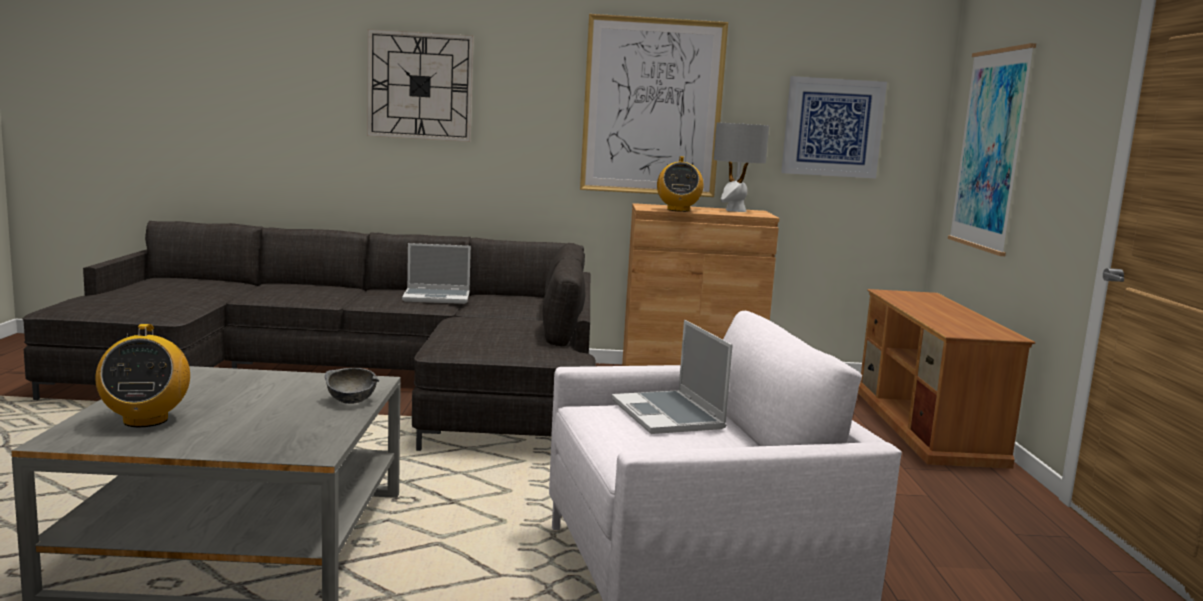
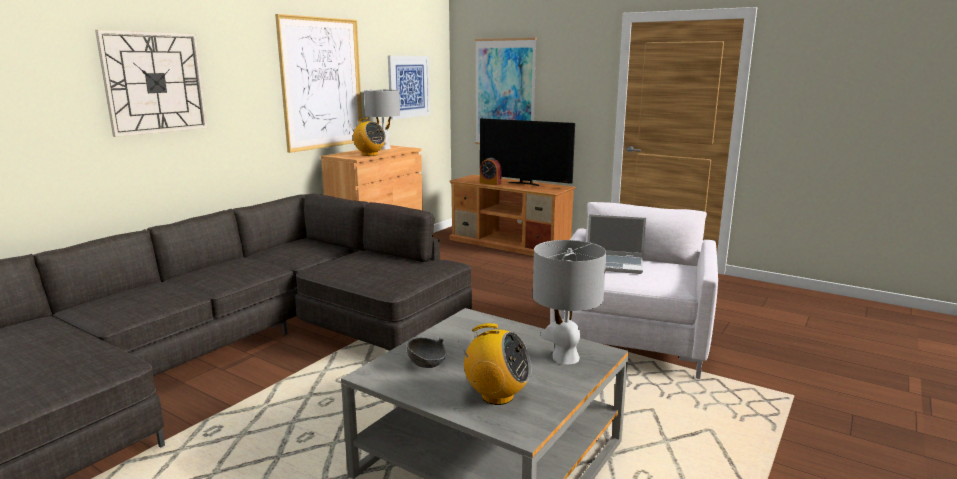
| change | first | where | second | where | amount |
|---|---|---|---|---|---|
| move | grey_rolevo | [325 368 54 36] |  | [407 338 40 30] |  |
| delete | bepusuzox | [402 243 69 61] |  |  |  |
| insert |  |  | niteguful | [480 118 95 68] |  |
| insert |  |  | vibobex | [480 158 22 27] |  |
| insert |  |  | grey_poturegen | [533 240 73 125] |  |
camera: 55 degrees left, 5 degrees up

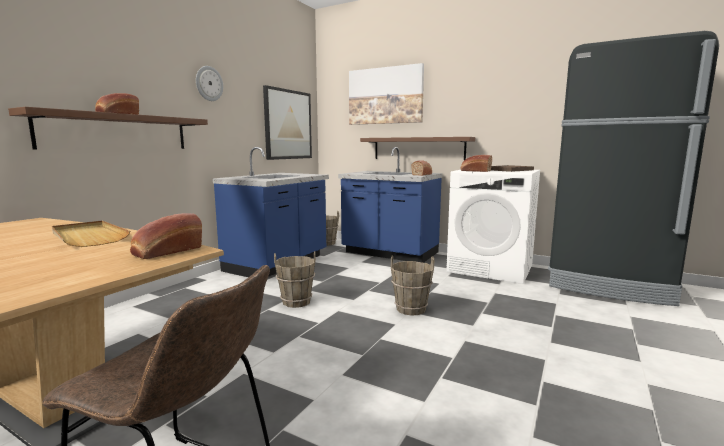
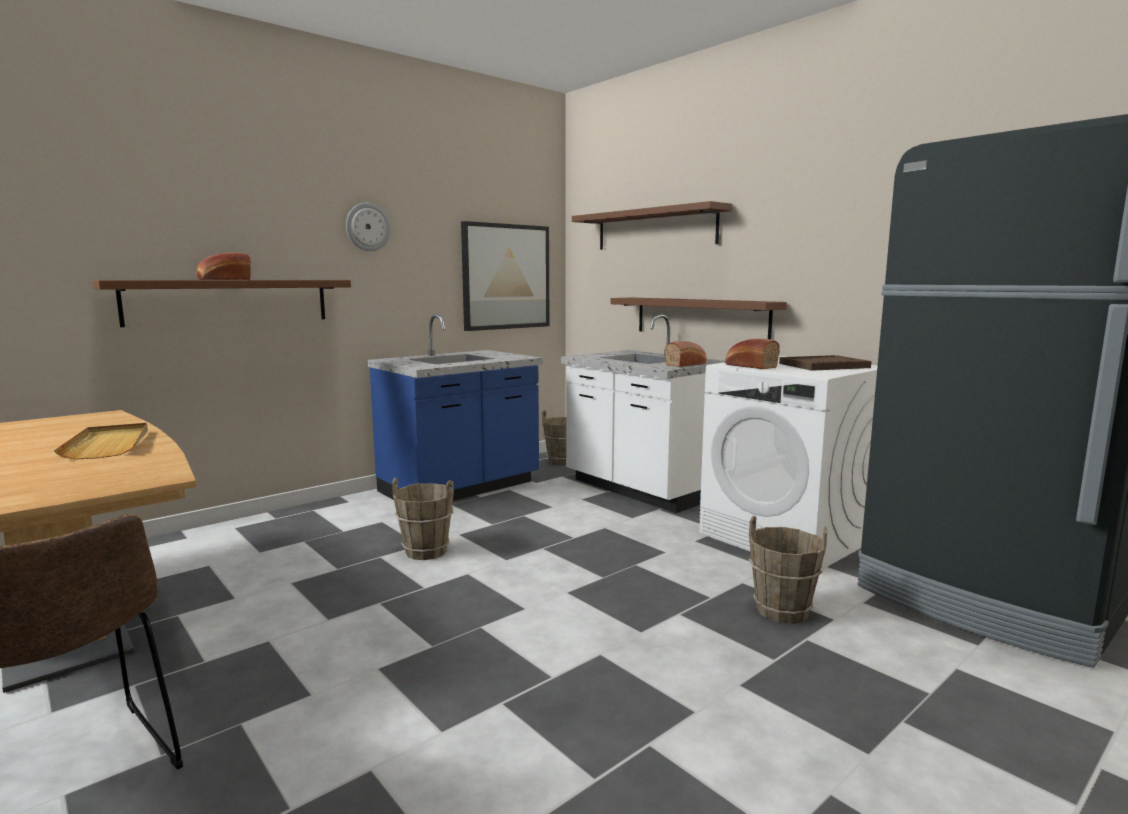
| change | first | where | second | where | amount |
|---|---|---|---|---|---|
| delete | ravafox | [130 213 72 46] |  |  |  |
| recolor | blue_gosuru | [338 147 105 116] | white_gosuru | [561 314 164 199] |  |
| replace | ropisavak | [349 63 75 62] | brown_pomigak | [572 201 160 49] |  |
| move | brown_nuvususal | [391 255 43 61] |  | [749 516 78 108] |  |
camera: 20 degrees right, 0 degrees up

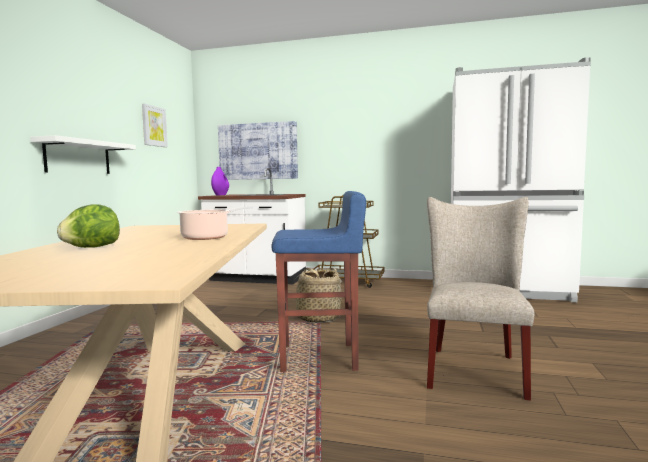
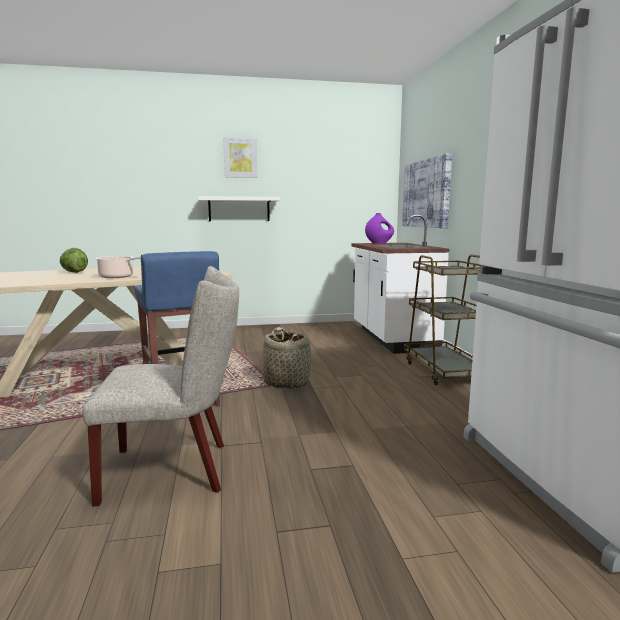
| change | first | where | second | where | amount |
|---|---|---|---|---|---|
| move | ropisavak | [142 104 26 43] |  | [223 137 34 41] |  |
camera: 65 degrees right, 5 degrees up

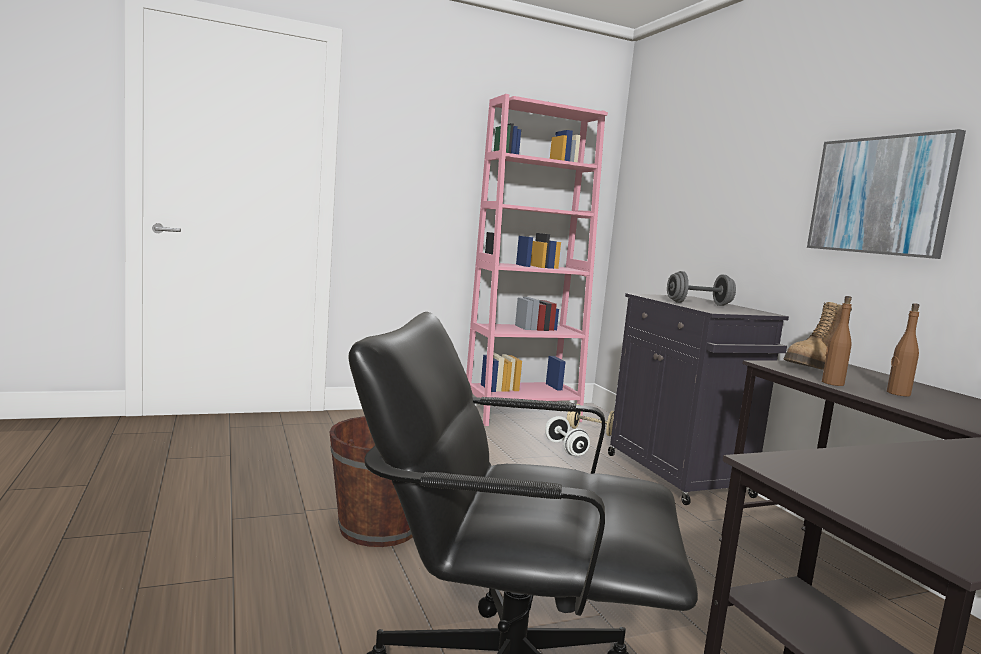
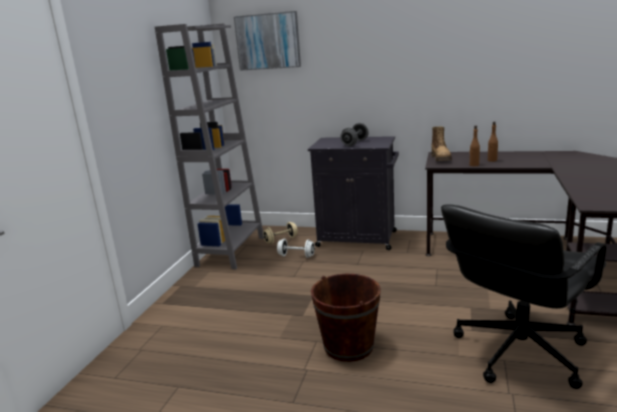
| change | first | where | second | where | amount |
|---|---|---|---|---|---|
| recolor | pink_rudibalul | [466 94 142 332] | grey_rudibalul | [155 23 109 246] |  |
| move | ropisavak | [807 129 159 130] |  | [234 11 67 60] |  |
camera: 50 degrees left, 10 degrees up

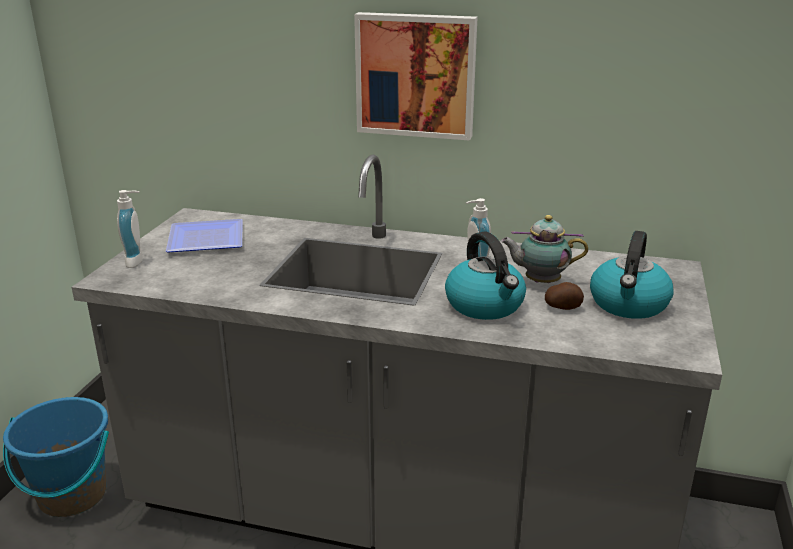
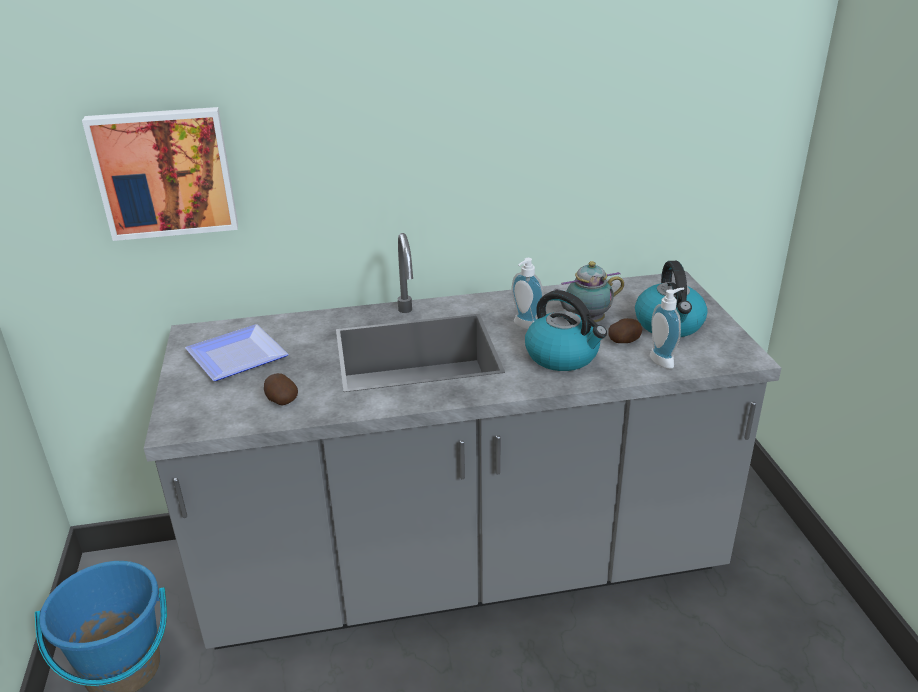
| change | first | where | second | where | amount |
|---|---|---|---|---|---|
| move | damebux | [117 190 26 78] |  | [650 288 34 81] |  |
| move | ropisavak | [354 12 124 129] |  | [82 107 156 134] |  |
| insert |  |  | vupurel | [264 373 34 32] |  |
camera: 25 degrees left, 5 degrees up

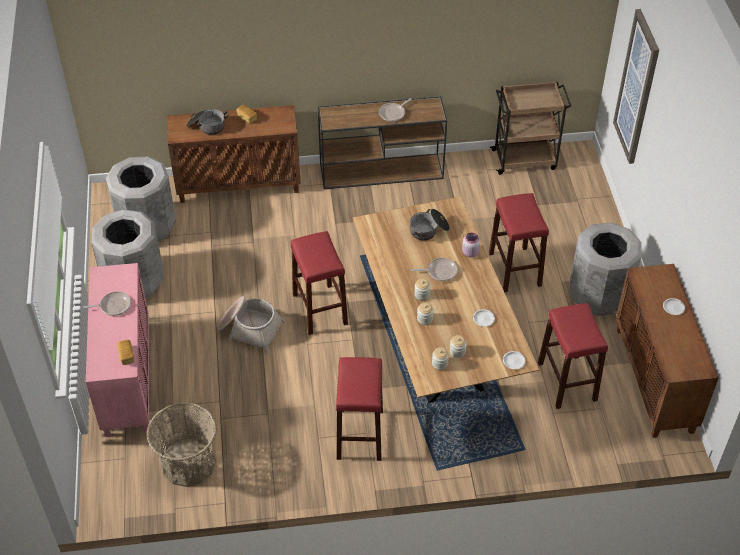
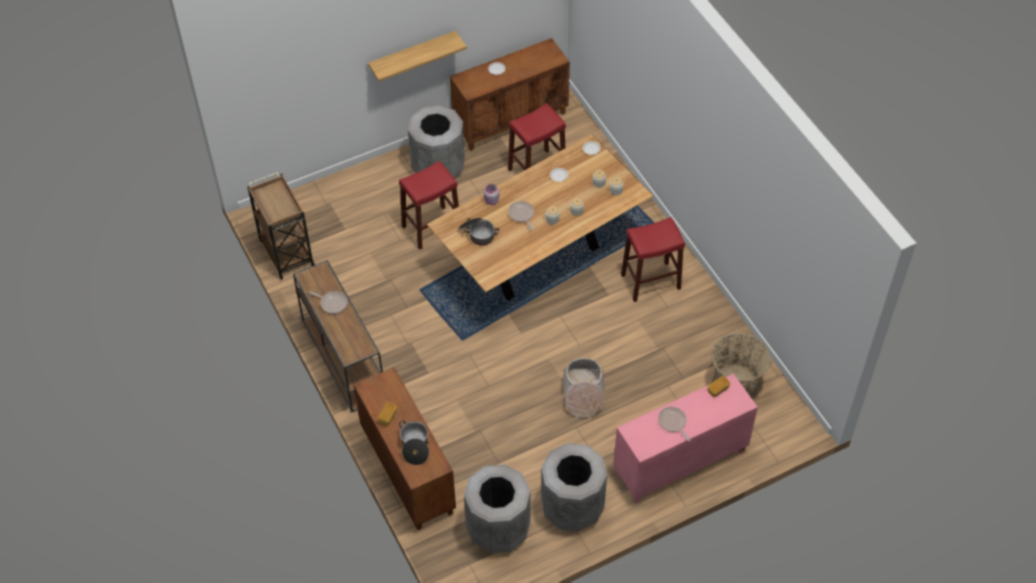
| change | first | where | second | where | amount |
|---|---|---|---|---|---|
| delete | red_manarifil | [291 231 57 104] |  |  |  |
| delete | ropisavak | [613 9 46 155] |  |  |  |
| insert |  |  | pomigak | [368 31 99 50] |  |
camera: 110 degrees left, 5 degrees up

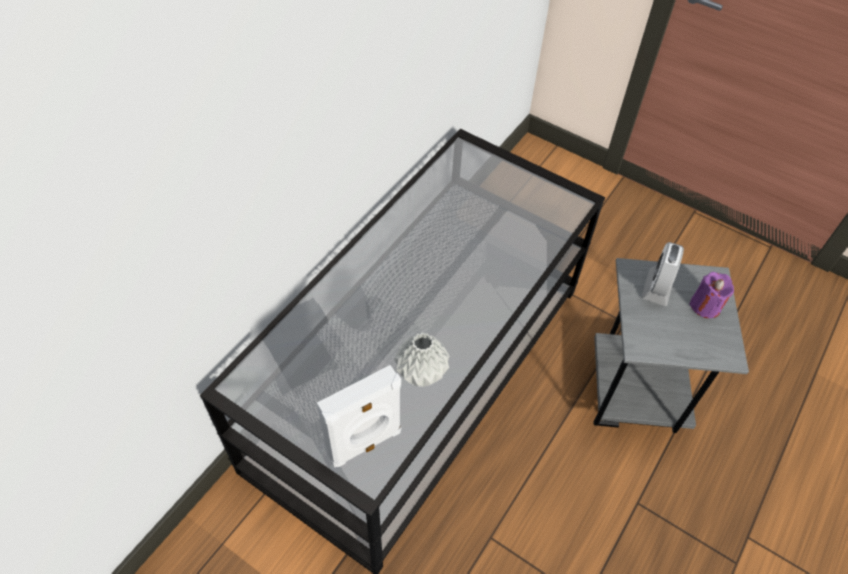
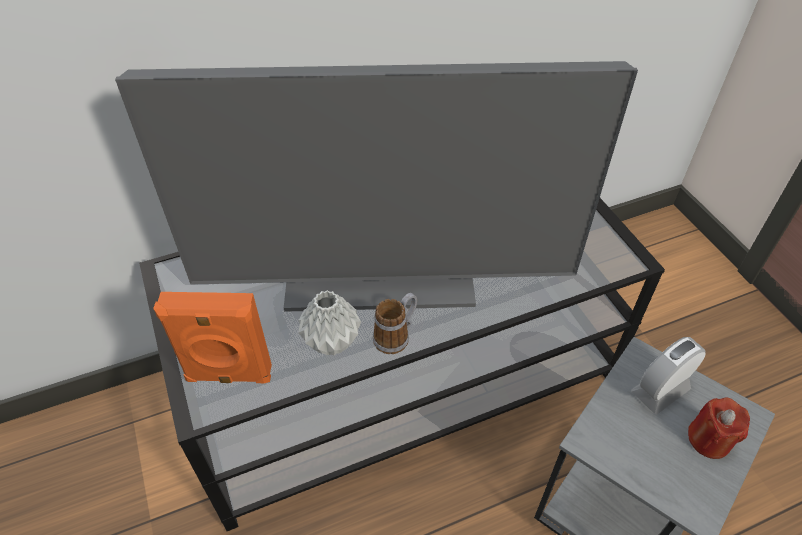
| change | first | where | second | where | amount |
|---|---|---|---|---|---|
| recolor | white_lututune | [317 365 84 102] | orange_lututune | [153 292 119 91] |  |
| recolor | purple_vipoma | [689 272 45 46] | red_vipoma | [688 397 62 62] |  |
| insert |  |  | niteguful | [115 61 523 251] |  |
| insert |  |  | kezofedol | [373 293 44 61] |  |
camera: 35 degrees right, 5 degrees down

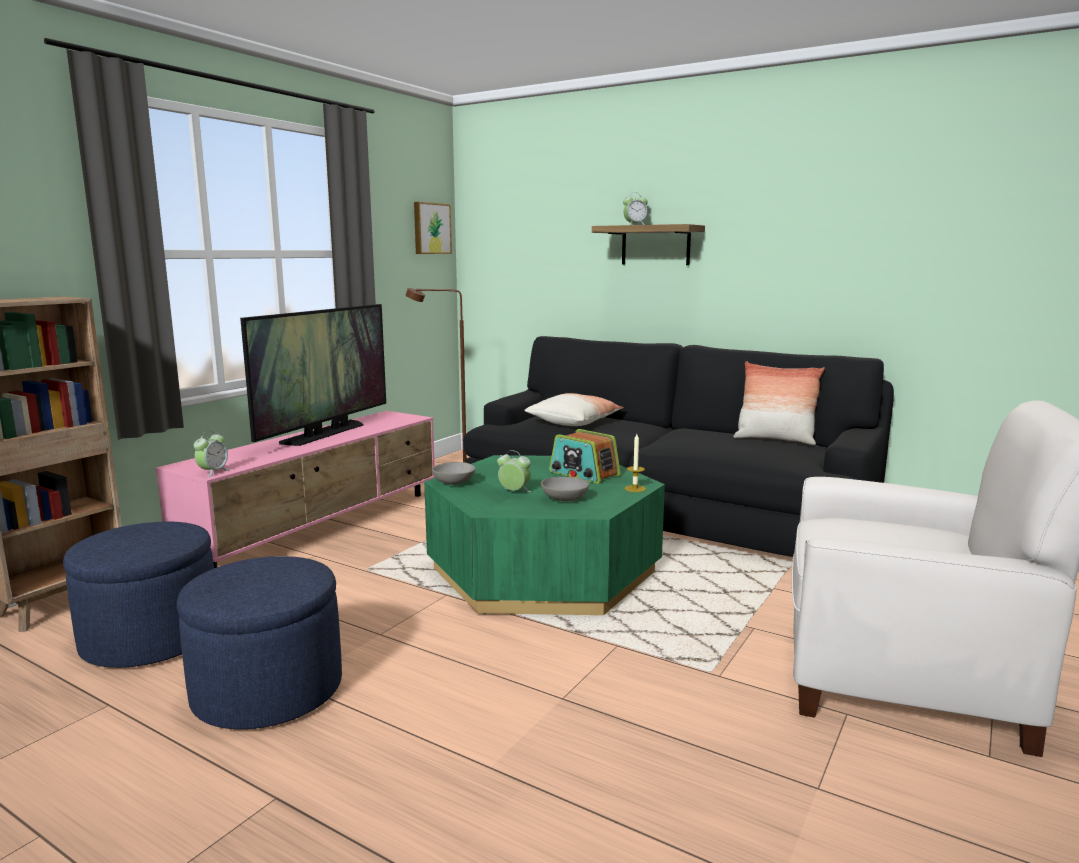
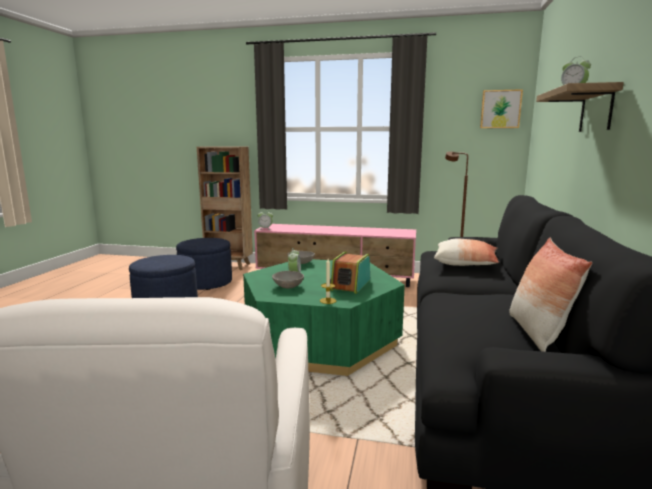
| change | first | where | second | where | amount |
|---|---|---|---|---|---|
| delete | niteguful | [240 304 146 142] |  |  |  |
camera: 70 degrees right, 0 degrees up

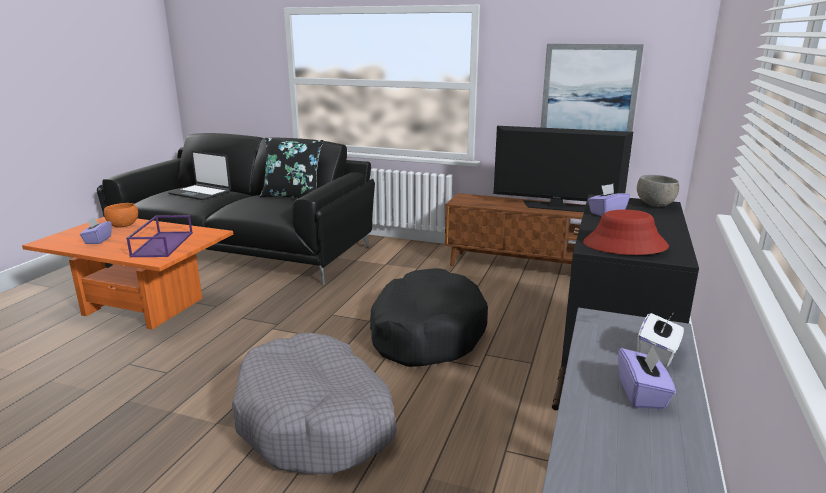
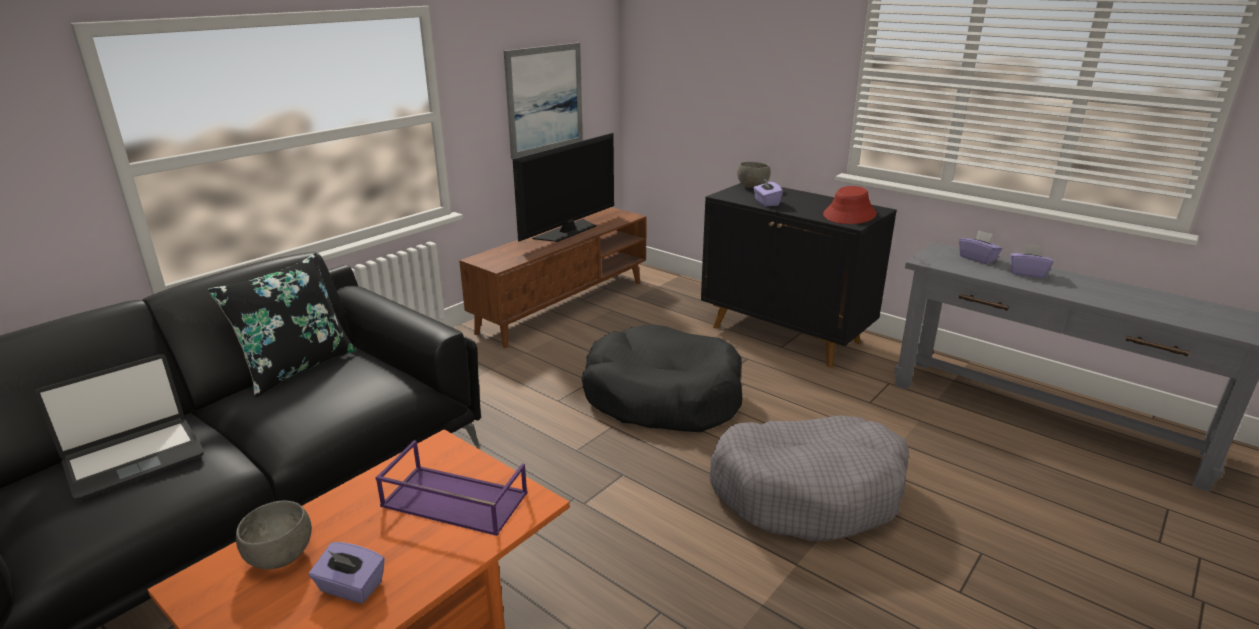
| change | first | where | second | where | amount |
|---|---|---|---|---|---|
| recolor | orange_rolevo | [104 203 34 25] | grey_rolevo | [236 501 76 68] |  |
| recolor | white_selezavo | [637 313 47 54] | purple_selezavo | [959 230 44 34] |  |
camera: 70 degrees left, 5 degrees up

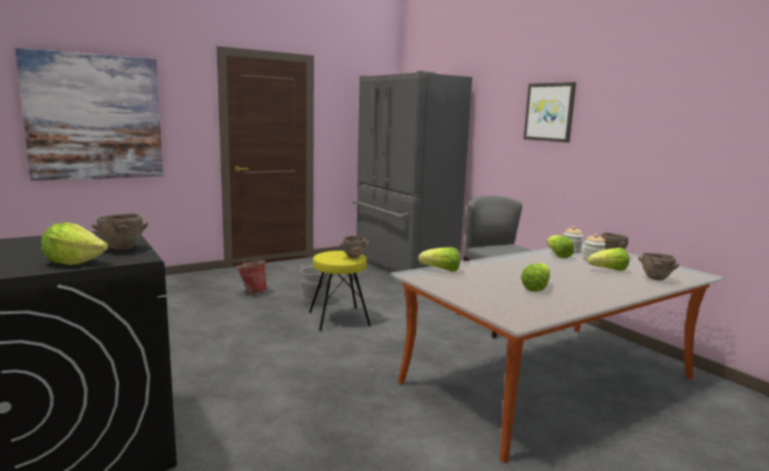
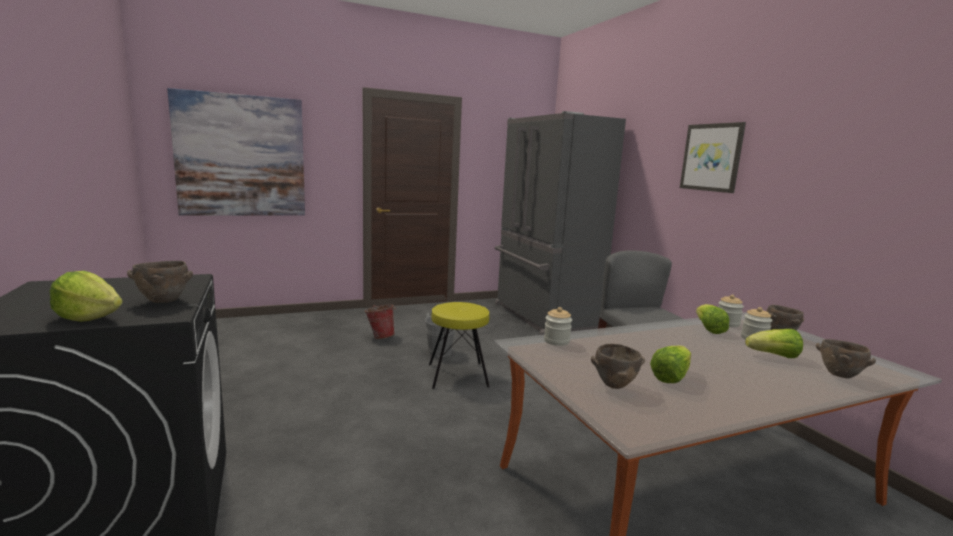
| change | first | where | second | where | amount |
|---|---|---|---|---|---|
| move | brown_rolevo | [340 236 29 23] |  | [591 344 54 45] |  |
| replace | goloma | [418 247 42 25] | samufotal | [544 307 28 39] |  |
camera: 10 degrees right, 0 degrees up

